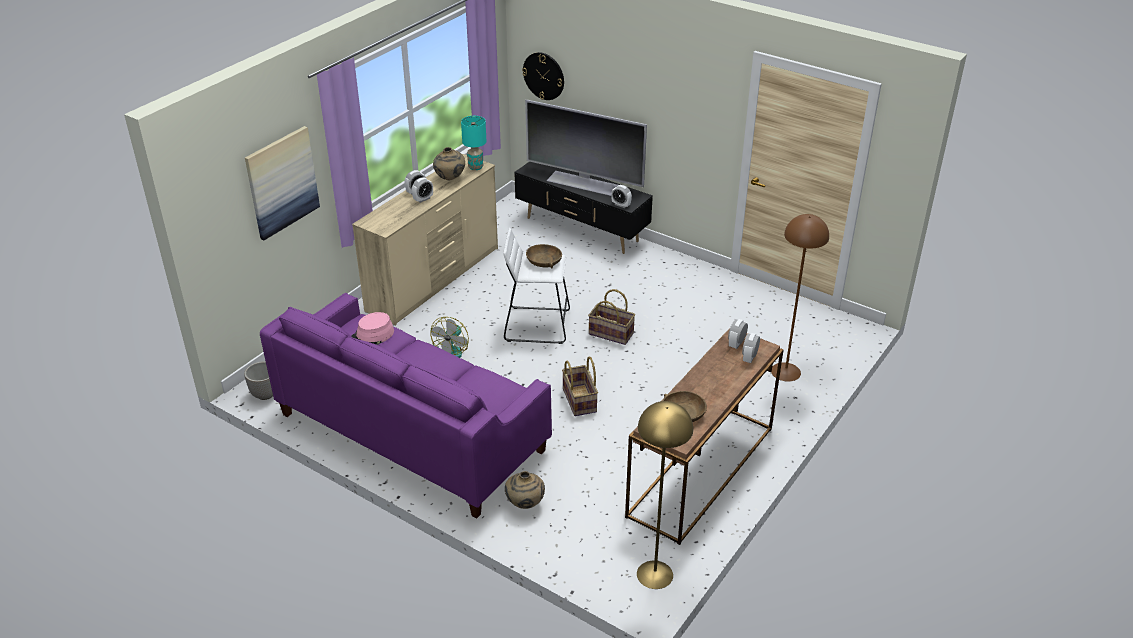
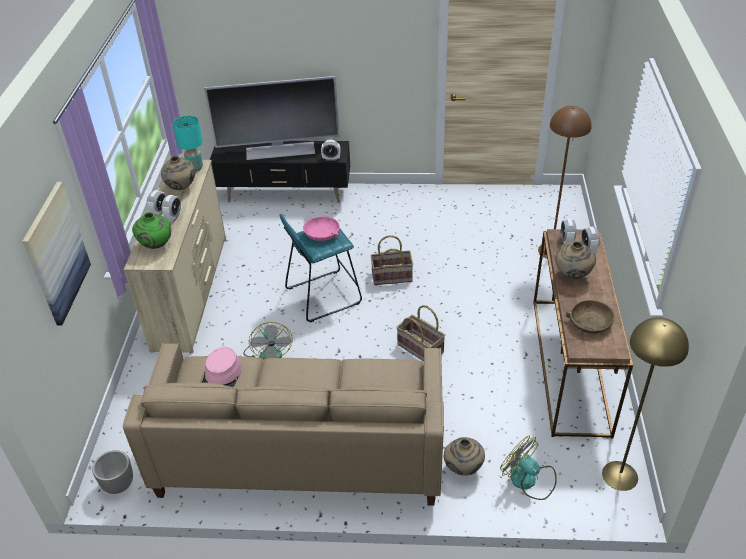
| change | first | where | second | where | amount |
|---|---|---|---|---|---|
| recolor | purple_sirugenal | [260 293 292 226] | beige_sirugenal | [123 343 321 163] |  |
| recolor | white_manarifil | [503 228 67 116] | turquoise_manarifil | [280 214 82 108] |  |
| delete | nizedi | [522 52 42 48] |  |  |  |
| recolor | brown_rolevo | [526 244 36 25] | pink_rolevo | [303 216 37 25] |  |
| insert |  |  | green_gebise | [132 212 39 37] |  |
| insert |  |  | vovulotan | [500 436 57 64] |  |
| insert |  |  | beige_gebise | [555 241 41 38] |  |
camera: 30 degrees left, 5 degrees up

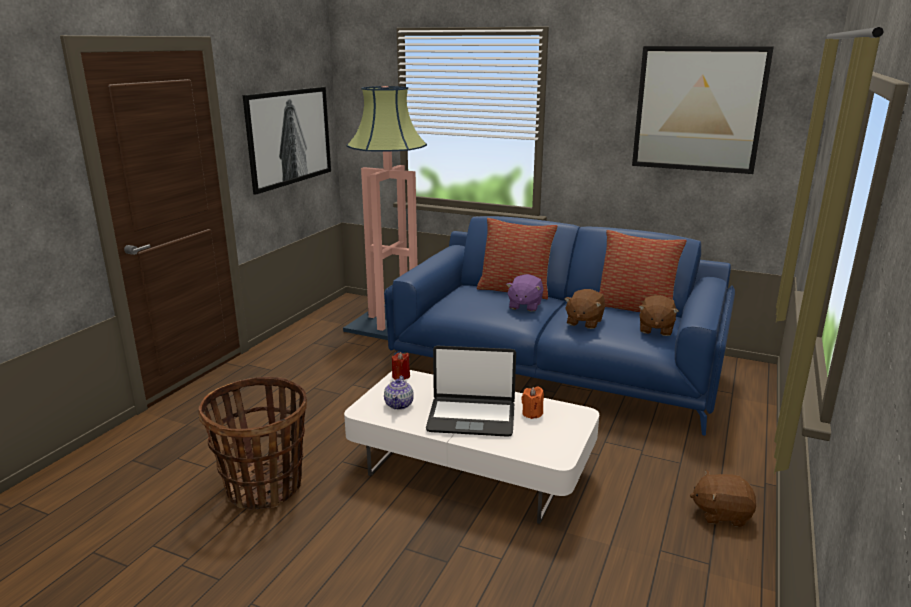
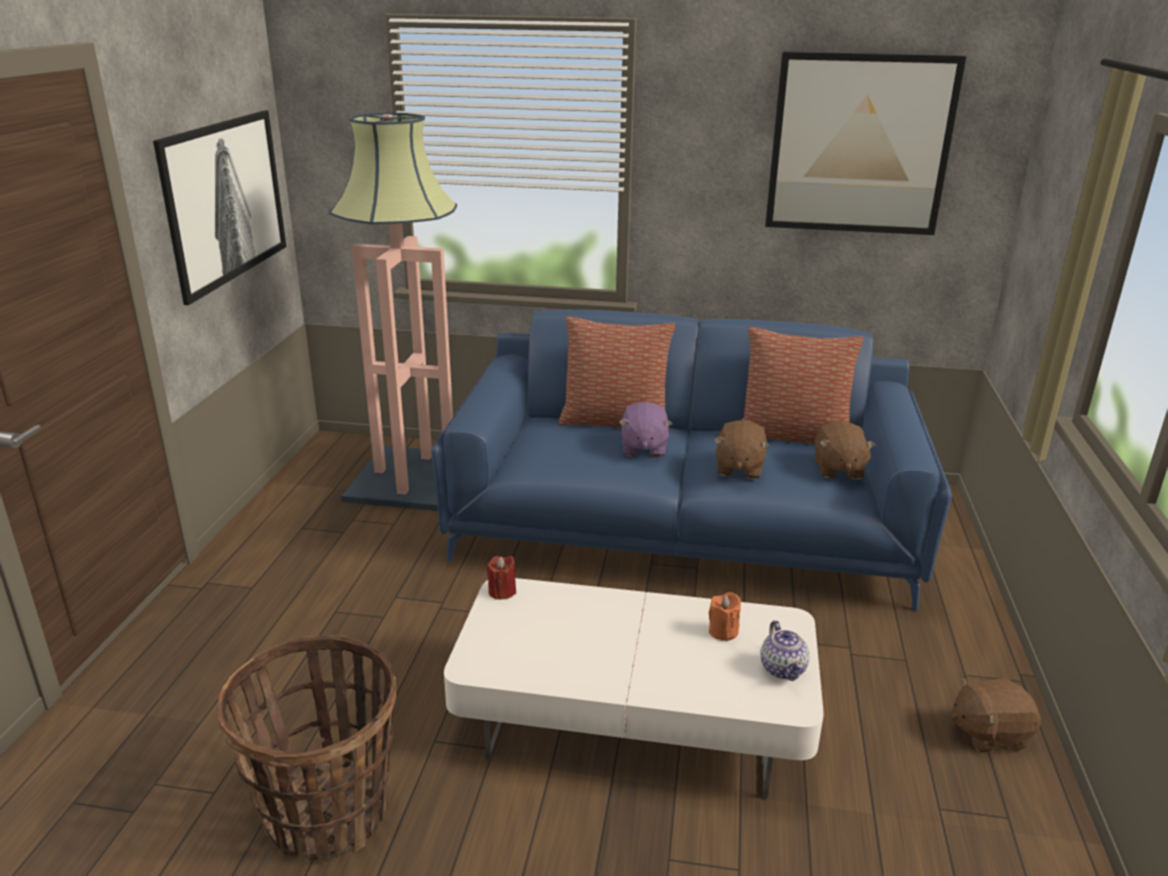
| change | first | where | second | where | amount |
|---|---|---|---|---|---|
| move | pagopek | [384 376 30 34] |  | [761 620 49 61] |  |
| delete | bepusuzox | [426 346 90 91] |  |  |  |
camera: 15 degrees left, 5 degrees up

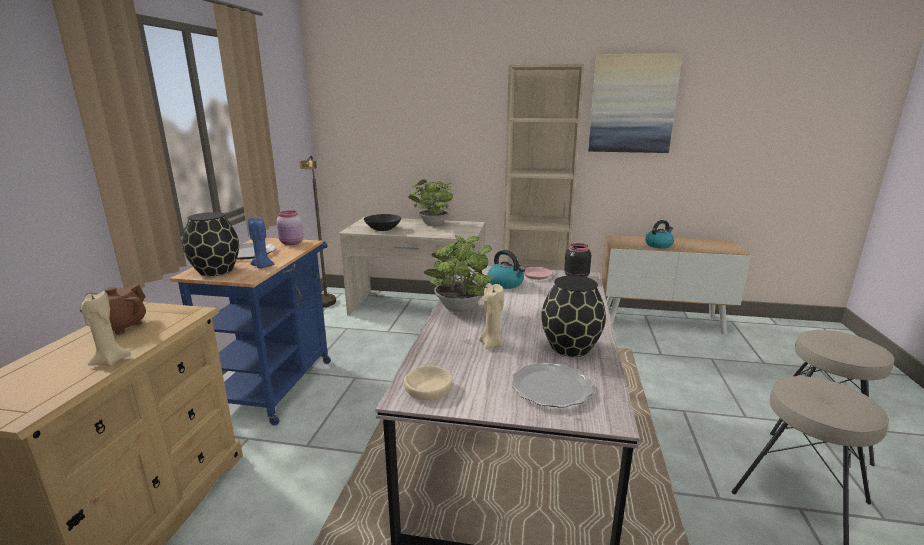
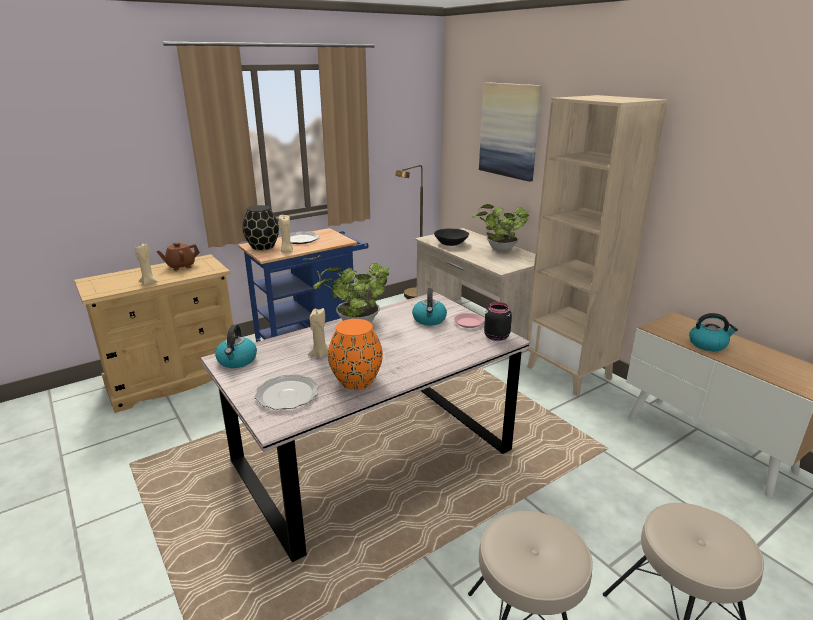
| change | first | where | second | where | amount |
|---|---|---|---|---|---|
| recolor | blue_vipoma | [248 218 27 51] | beige_vipoma | [279 215 14 38] |  |
| delete | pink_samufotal | [277 210 26 35] |  |  |  |
| replace | beige_rolevo | [404 366 48 35] | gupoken | [215 325 42 43] |  |
| recolor | black_gebise | [541 276 65 81] | orange_gebise | [328 319 55 71] |  |
| move | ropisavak | [588 53 95 100] |  | [479 82 63 100] |  |
camera: 45 degrees right, 5 degrees up

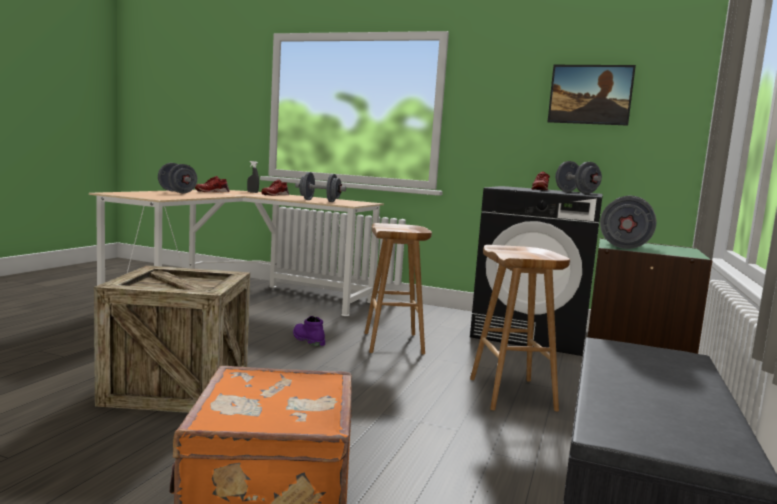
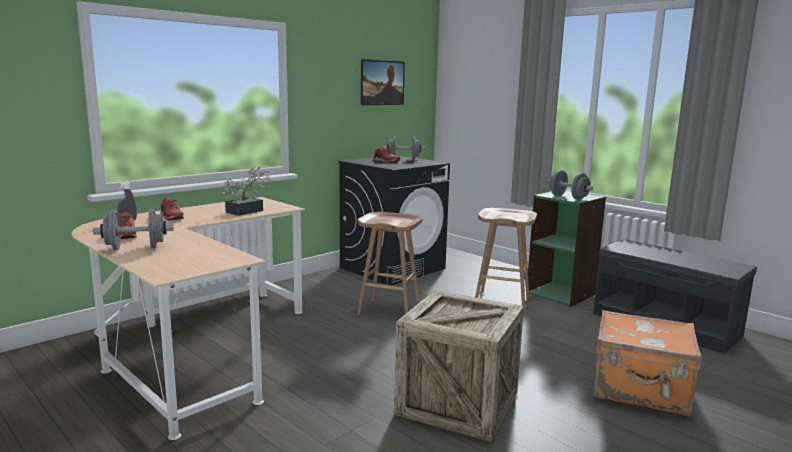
| change | first | where | second | where | amount |
|---|---|---|---|---|---|
| delete | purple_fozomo | [293 316 32 30] |  |  |  |
| replace | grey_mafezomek | [295 172 51 30] | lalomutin | [222 166 50 50] |  |
camera: 65 degrees left, 5 degrees up

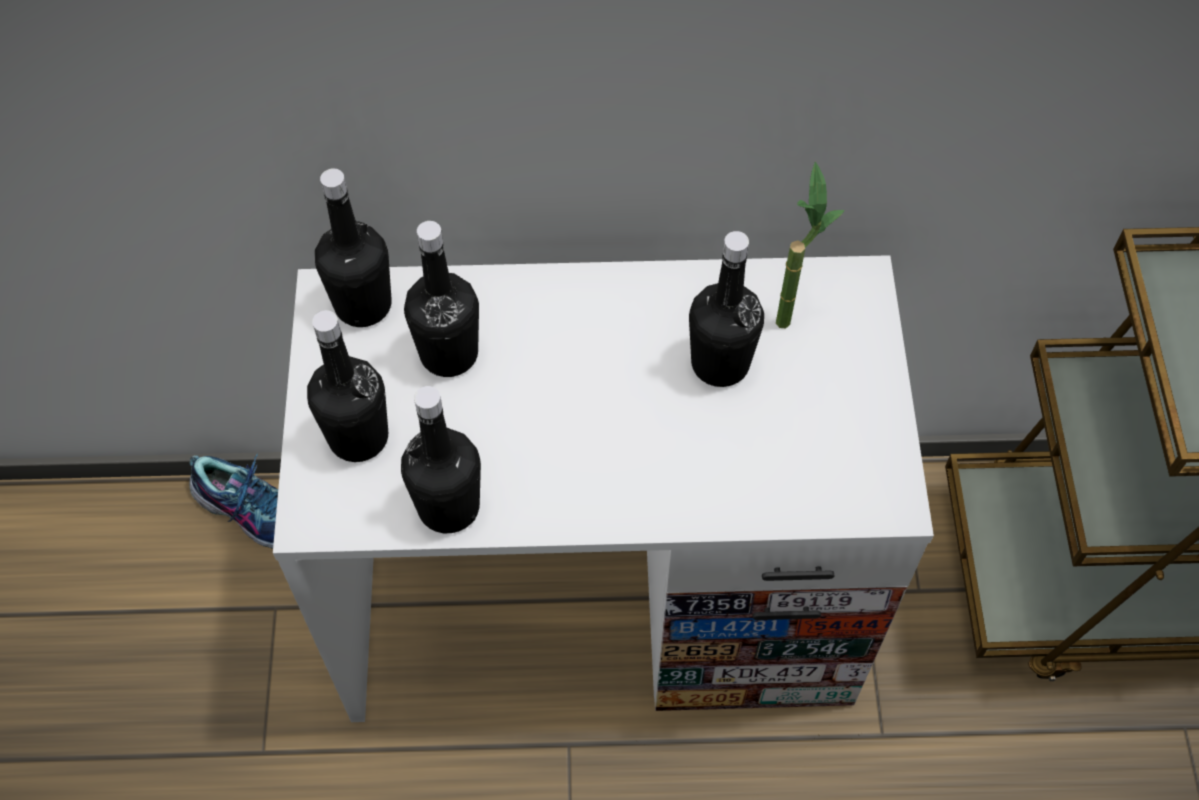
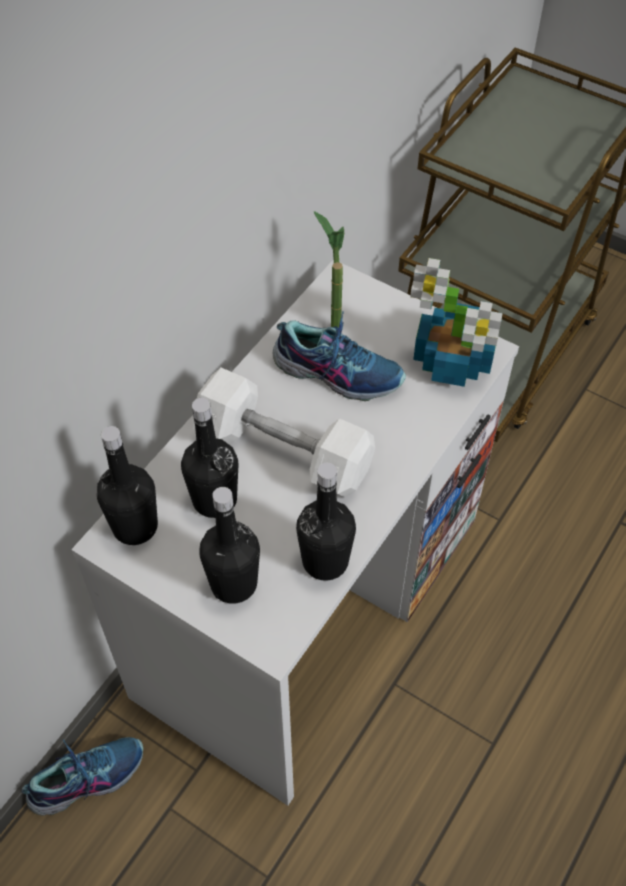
| change | first | where | second | where | amount |
|---|---|---|---|---|---|
| replace | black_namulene | [689 231 75 156] | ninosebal | [273 312 133 89] |  |
| insert |  |  | white_mafezomek | [193 368 182 130] |  |
| insert |  |  | lalomutin | [410 258 93 129] |  |
camera: 55 degrees left, 5 degrees down

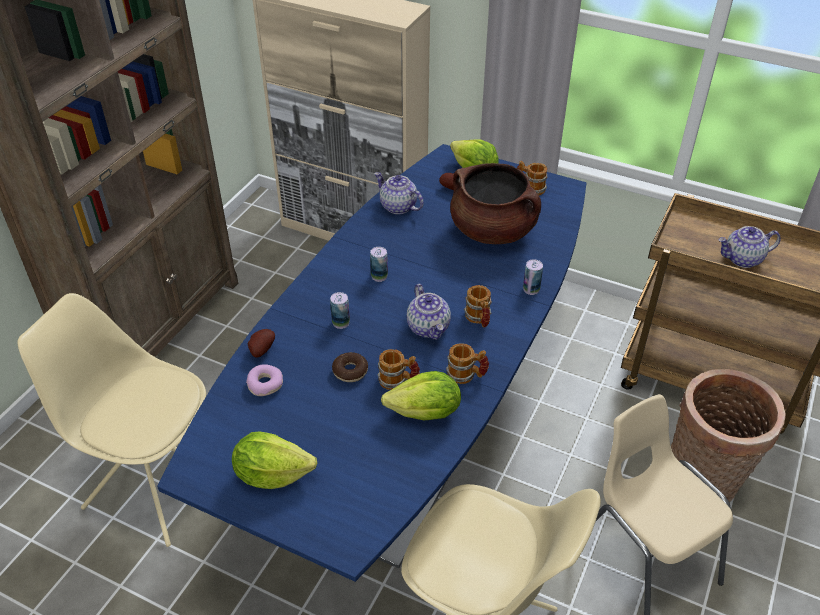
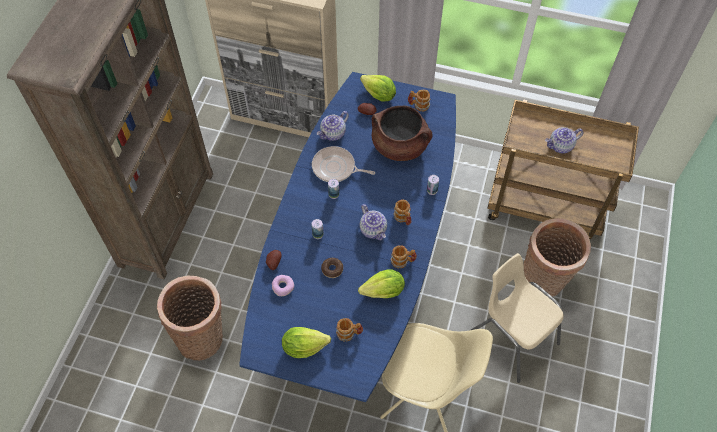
| change | first | where | second | where | amount |
|---|---|---|---|---|---|
| replace | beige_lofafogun | [17 293 189 254] | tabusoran | [157 276 66 84] |  |
| rotate | pagopek | [374 172 50 42] |  | [316 111 33 30] | 75 degrees counterclockwise |
| move | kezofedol | [378 349 42 41] |  | [336 318 27 24] |  |
| insert |  |  | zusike | [312 146 63 36] |  |
camera: 10 degrees left, 15 degrees up

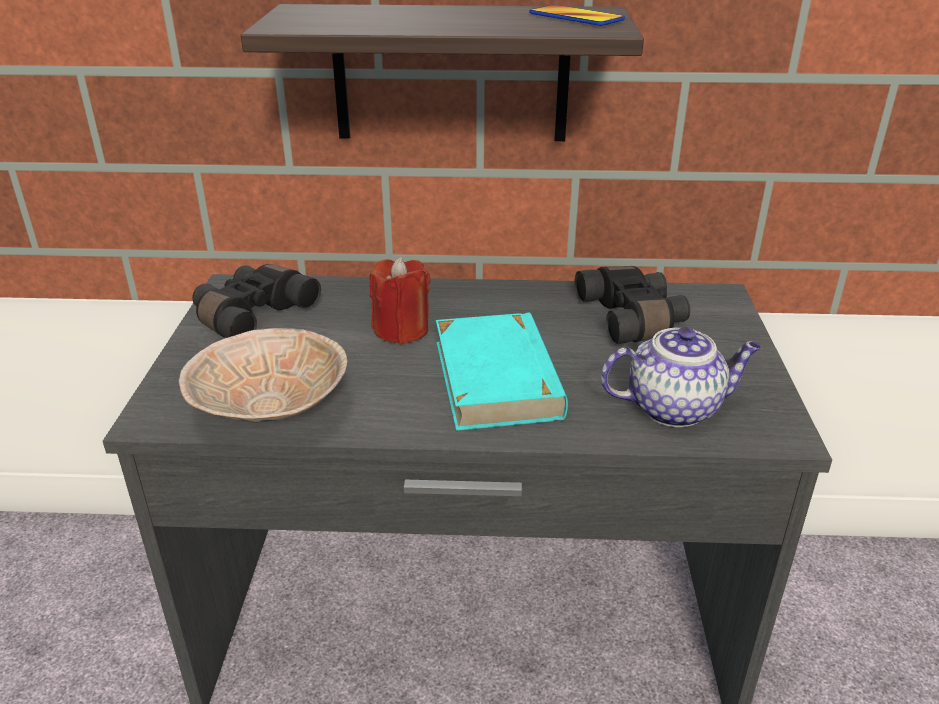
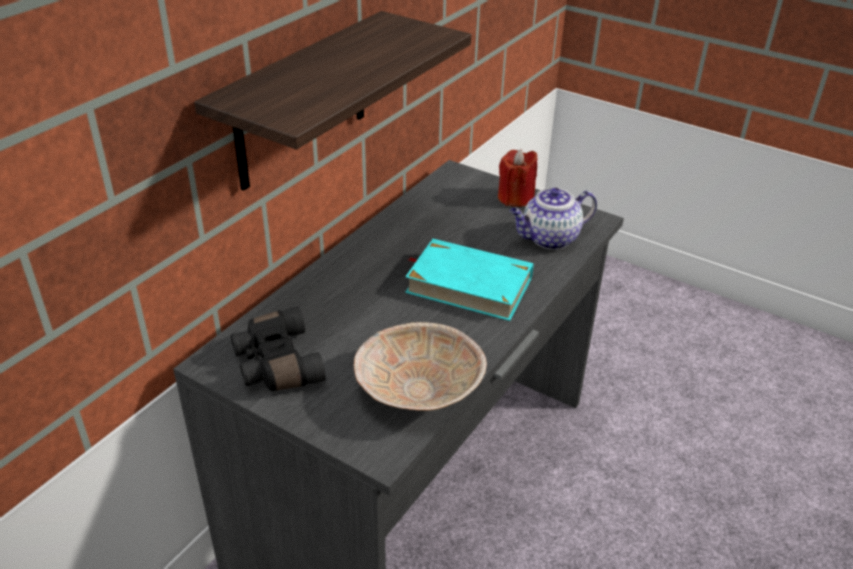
| change | first | where | second | where | amount |
|---|---|---|---|---|---|
| move | red_vipoma | [369 257 61 88] |  | [498 149 40 58] |  |
| delete | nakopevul | [529 4 96 22] |  |  |  |
| delete | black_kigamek | [575 266 115 78] |  |  |  |
| rotate | pagopek | [601 327 160 100] |  | [510 188 87 62] | 135 degrees counterclockwise |
camera: 60 degrees left, 5 degrees up

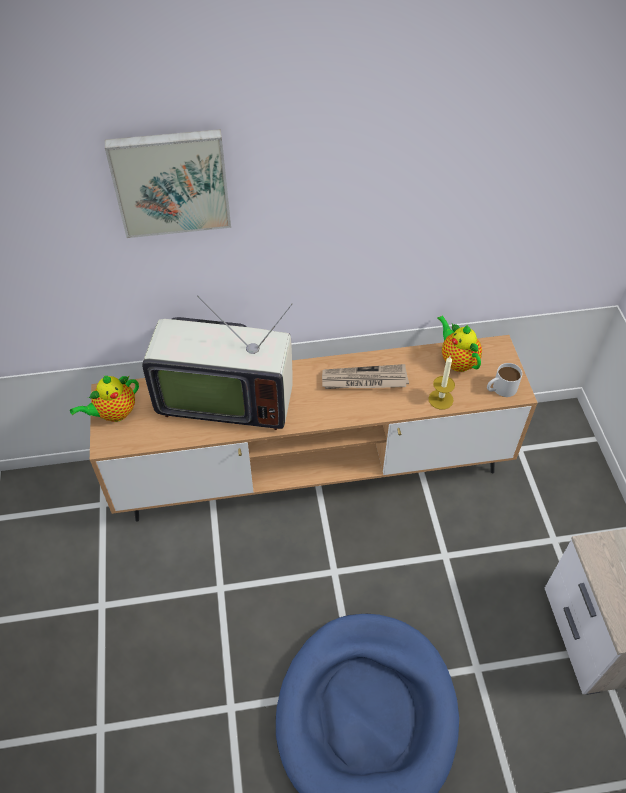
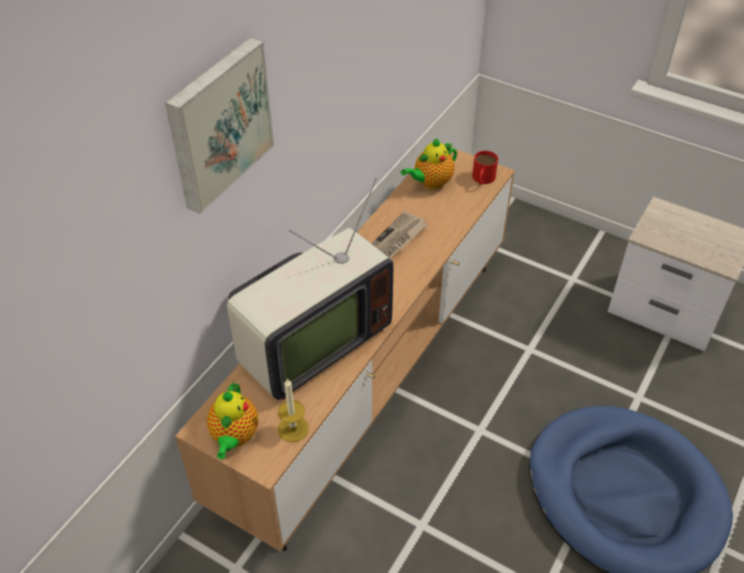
| change | first | where | second | where | amount |
|---|---|---|---|---|---|
| move | vipoma | [428 356 27 54] |  | [278 379 31 63] |  |
| rotate | pagopek | [438 315 44 57] |  | [401 138 56 52] | 45 degrees counterclockwise |
| recolor | white_kezofedol | [487 363 35 34] | red_kezofedol | [472 151 26 34] |  |
camera: 50 degrees left, 5 degrees down

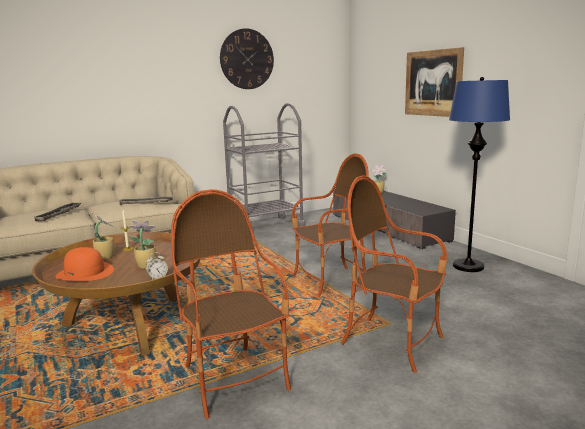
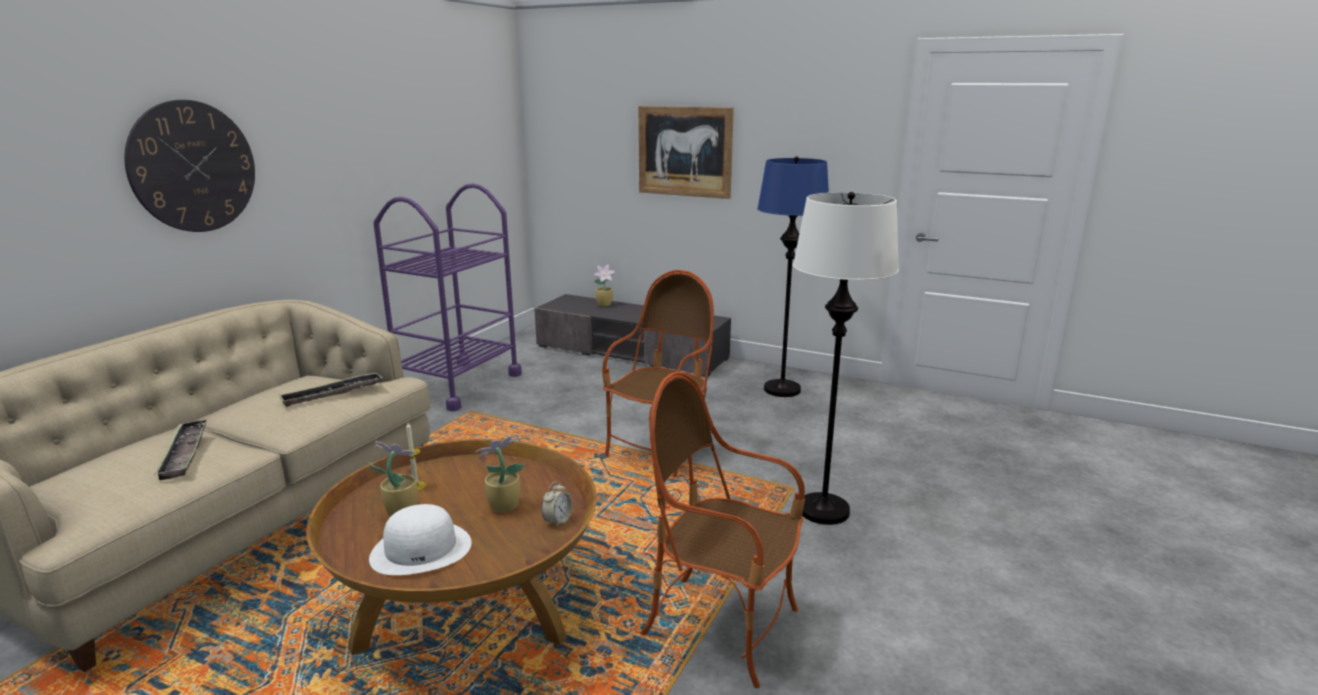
| change | first | where | second | where | amount |
|---|---|---|---|---|---|
| recolor | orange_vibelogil | [55 247 59 34] | white_vibelogil | [369 504 103 71] |  |
| move | nizedi | [220 28 54 61] |  | [124 100 131 132] |  |
| recolor | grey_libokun | [223 103 83 124] | purple_libokun | [373 183 149 228] |  |
| replace | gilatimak | [340 175 107 198] | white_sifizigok | [793 192 106 333] |  |
camera: 35 degrees left, 5 degrees up

